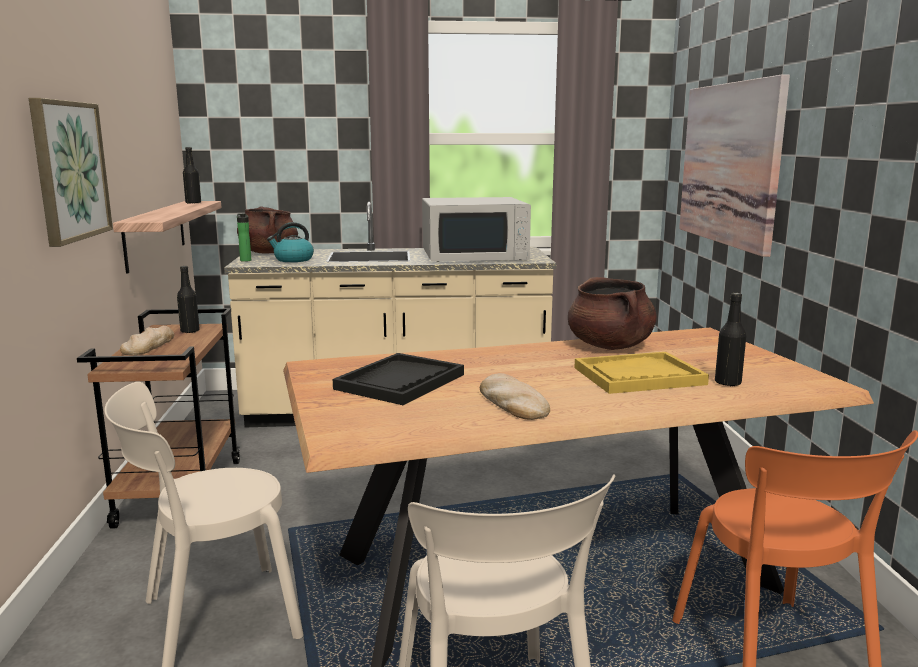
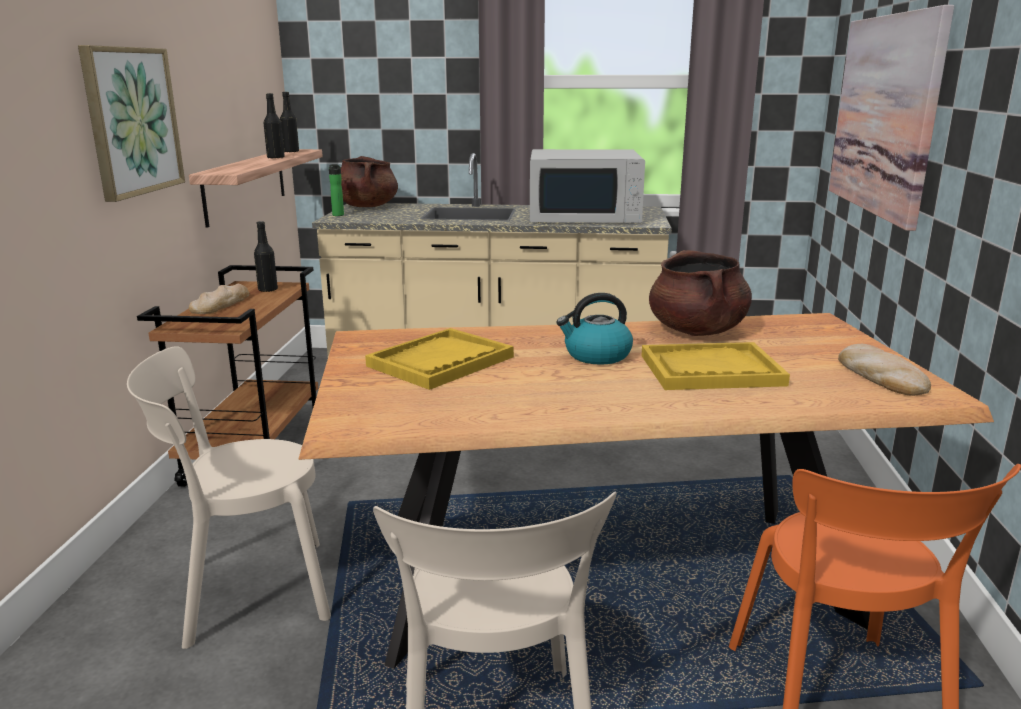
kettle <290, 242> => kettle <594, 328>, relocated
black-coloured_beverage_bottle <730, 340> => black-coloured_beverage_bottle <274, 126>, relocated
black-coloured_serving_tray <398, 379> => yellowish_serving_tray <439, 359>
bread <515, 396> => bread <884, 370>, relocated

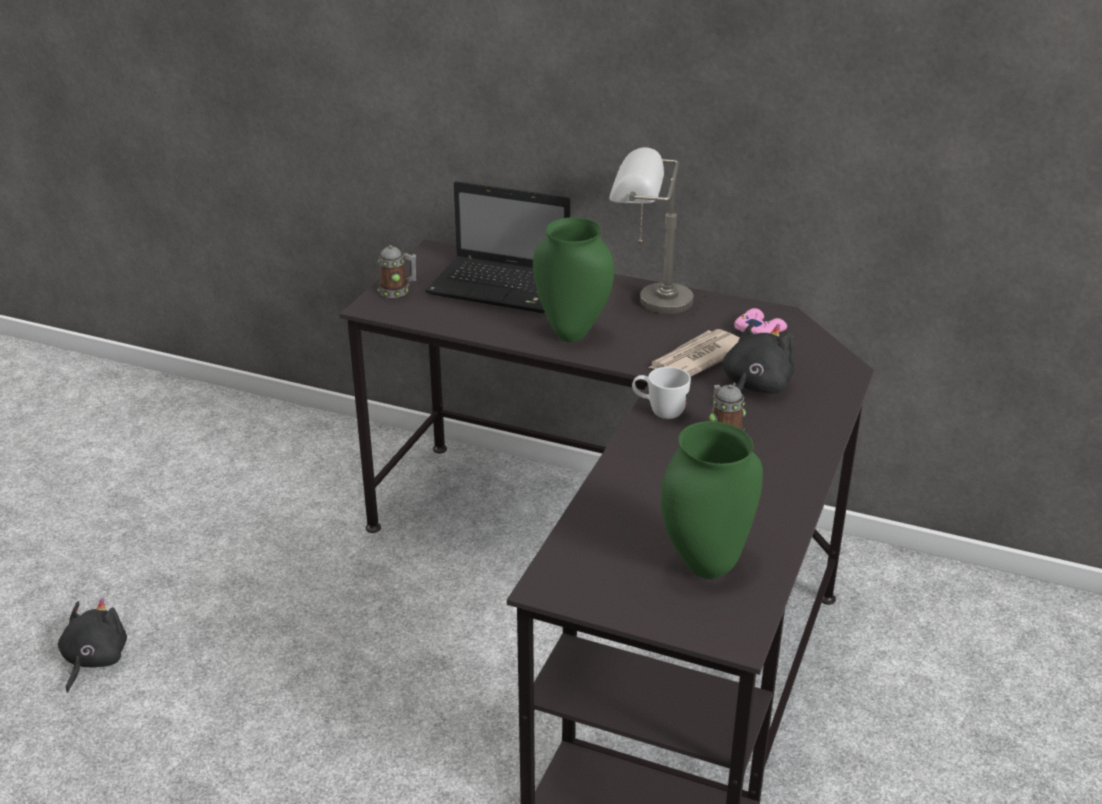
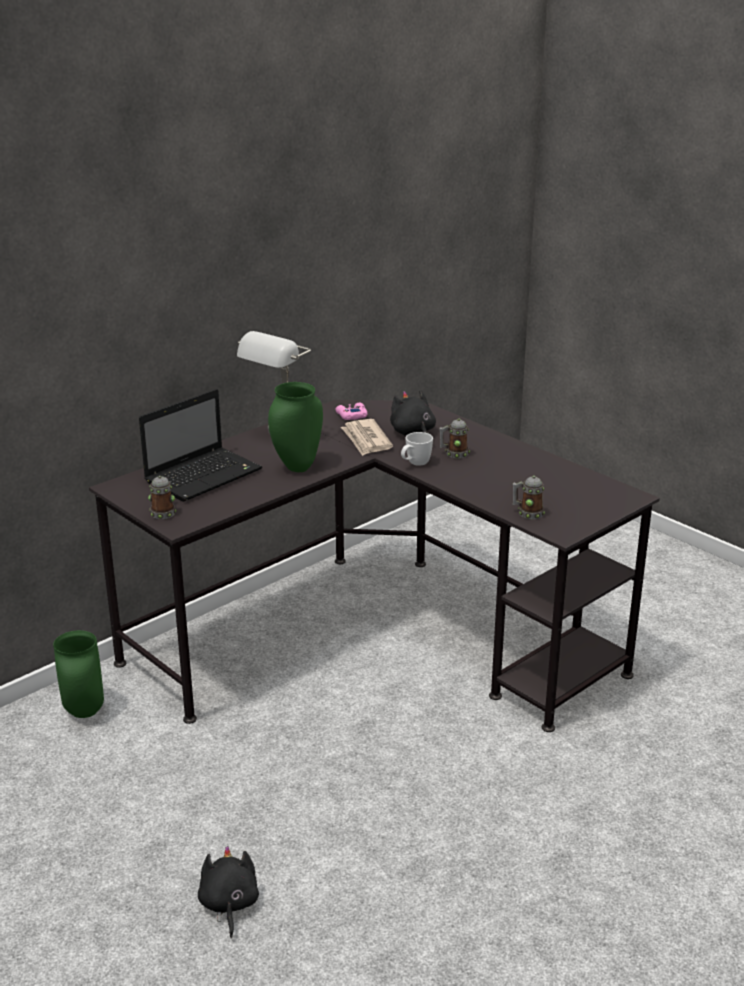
green_flower_vase <712, 500> => green_flower_vase <78, 674>, relocated
black-coloured_soft_toy <92, 645> => black-coloured_soft_toy <228, 892>, 45 degrees clockwise
nothing => coffee_mug <528, 497>

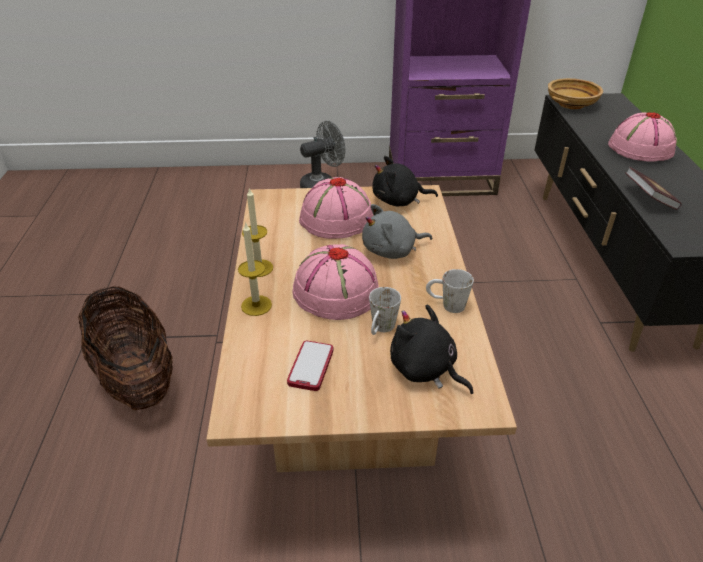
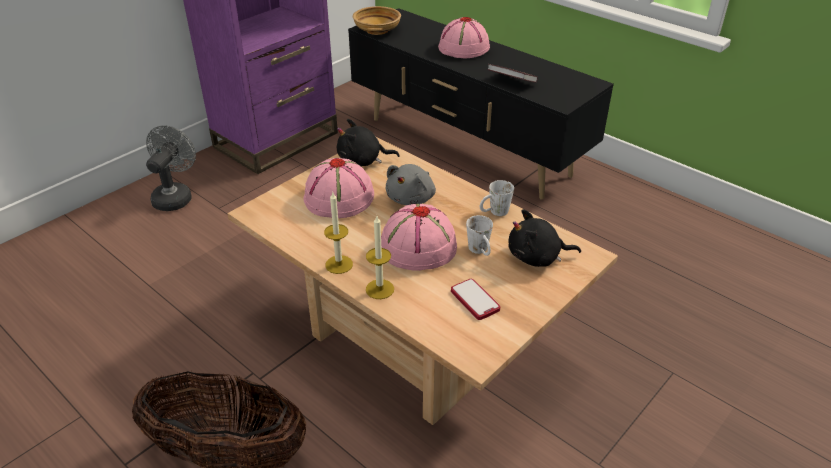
black-coloured_soft_toy <405, 181> => black-coloured_soft_toy <368, 142>, 45 degrees clockwise

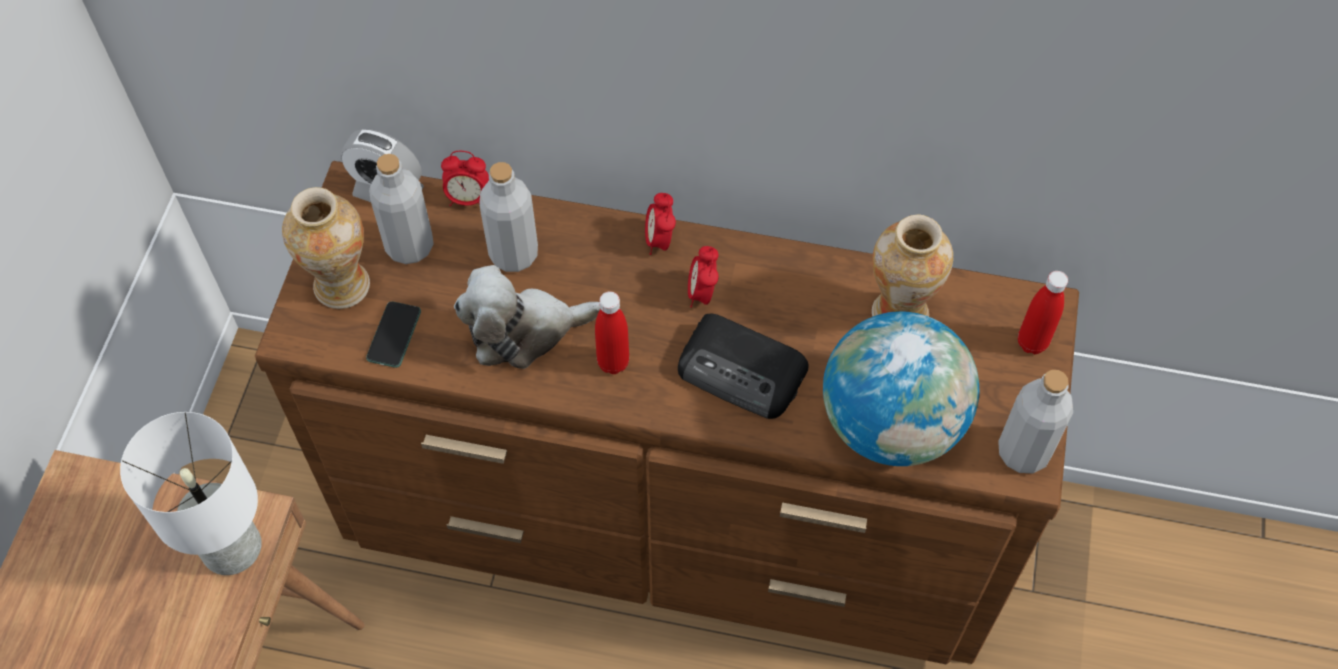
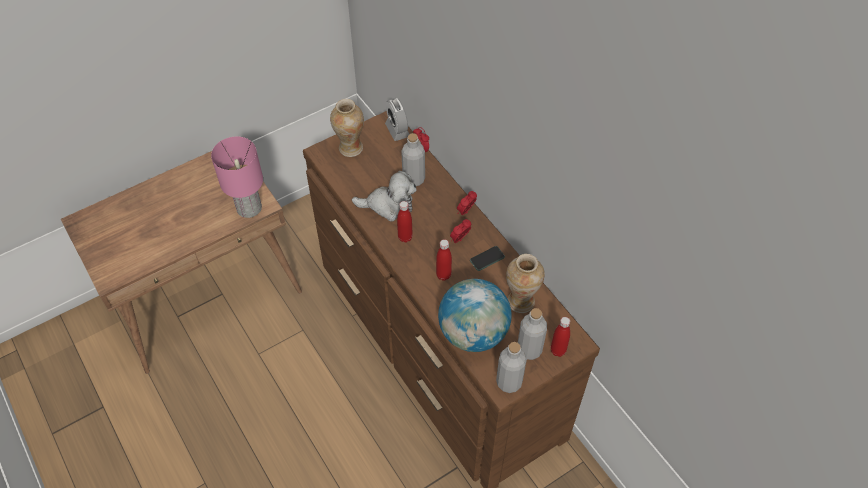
gray_beverage_bottle <401, 209> => gray_beverage_bottle <532, 334>, relocated
soft_toy <527, 317> => soft_toy <384, 196>, 150 degrees clockwise
telephone <393, 334> => telephone <487, 258>, relocated
radio <743, 366> => red-coloured_beverage_bottle <444, 260>
white-coloured_lamp_for_a_table <191, 493> => pink_lamp_for_a_table <237, 177>

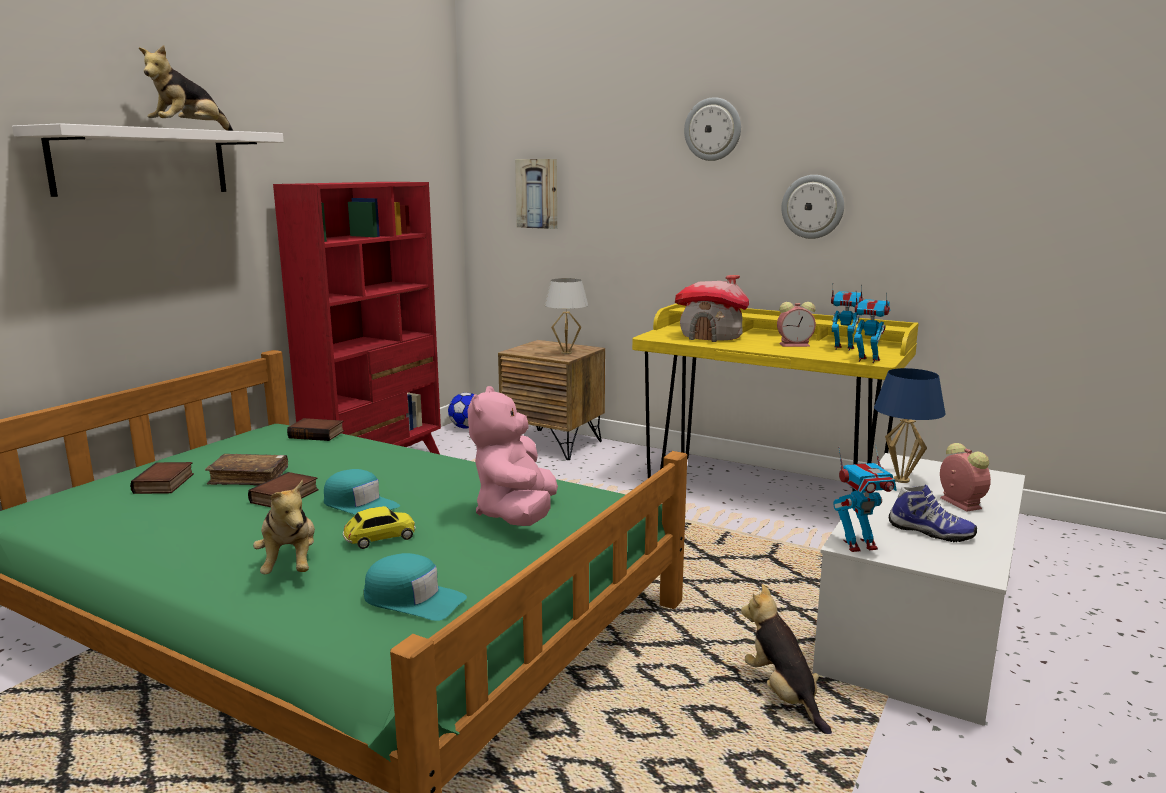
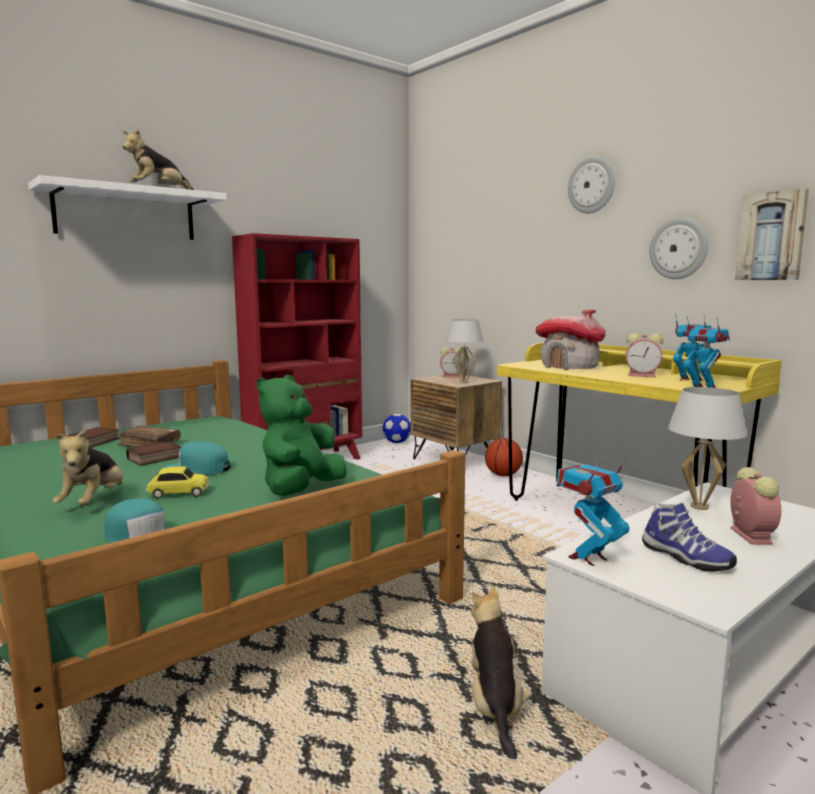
wall_art <536, 194> => wall_art <772, 234>, relocated
blue-coloured_lamp_for_a_table <909, 425> => white-coloured_lamp_for_a_table <707, 448>
pink_soft_toy <512, 456> => green_soft_toy <302, 435>
book <315, 429> => nothing
robot_figure <865, 498> => robot_figure <593, 510>, 135 degrees clockwise
turquoise-coloured_baseball_cap <362, 492> => turquoise-coloured_baseball_cap <197, 458>, 135 degrees clockwise
nothing => bedside_clock <452, 362>
nothing => basketball <504, 457>

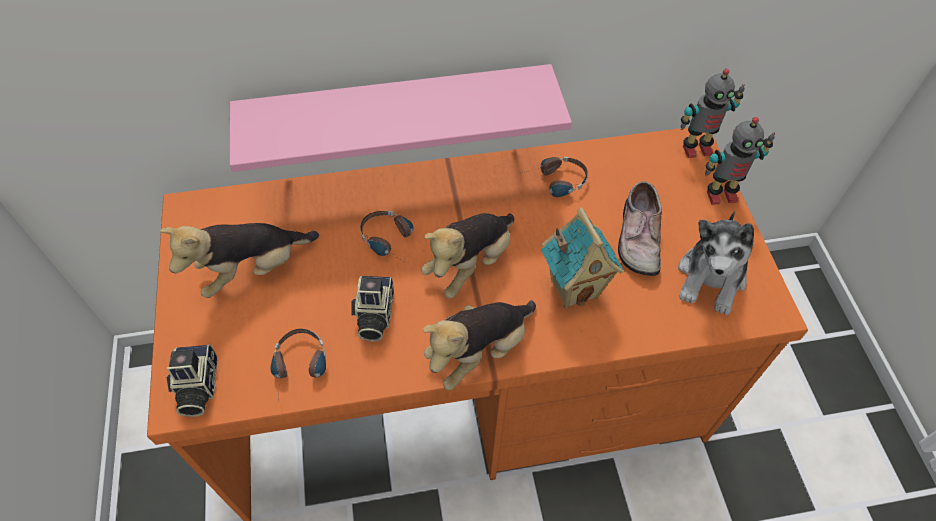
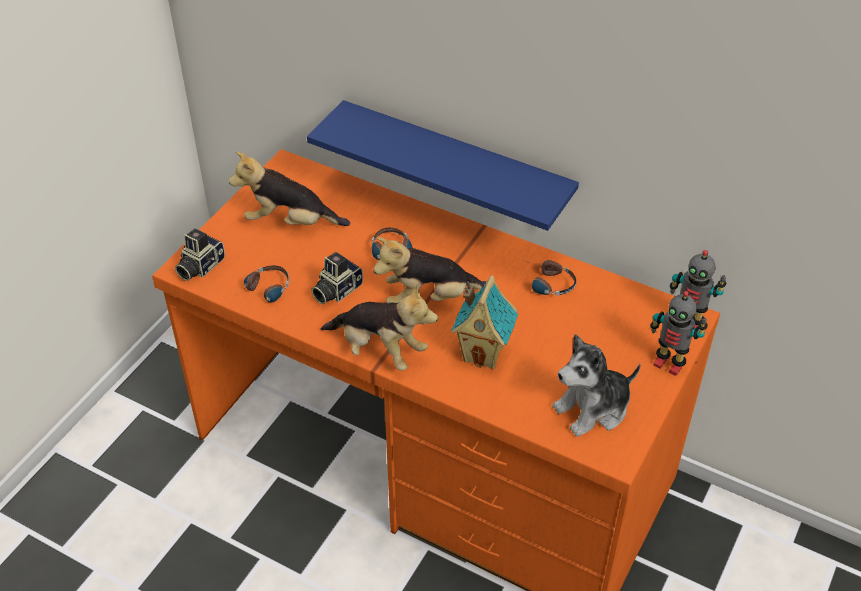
pink_bracket_shelf <401, 118> => blue-coloured_bracket_shelf <443, 165>
low_shoe <640, 228> => nothing
soft_toy <479, 345> => soft_toy <379, 326>, 150 degrees counterclockwise

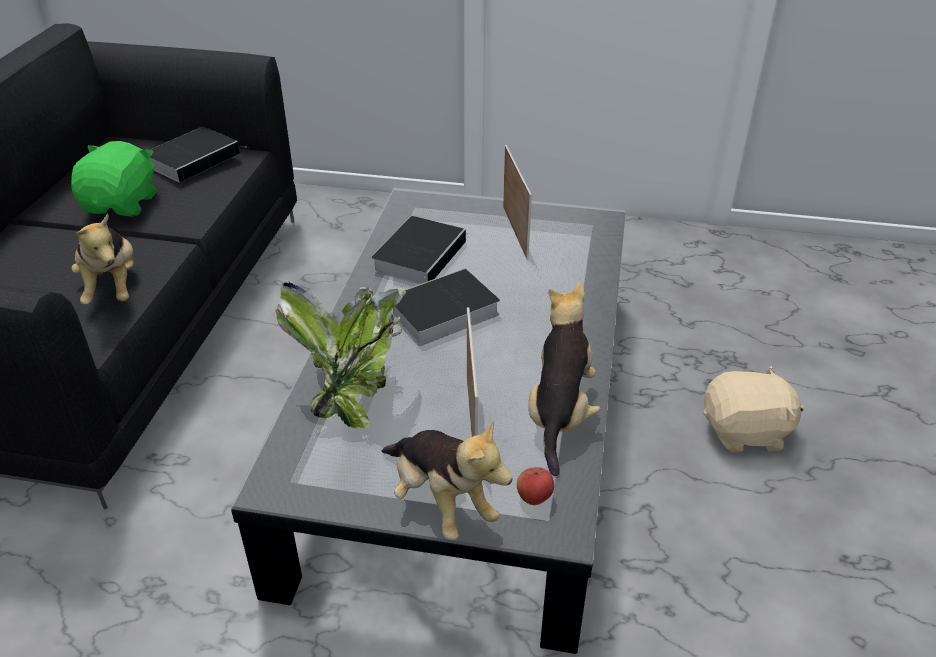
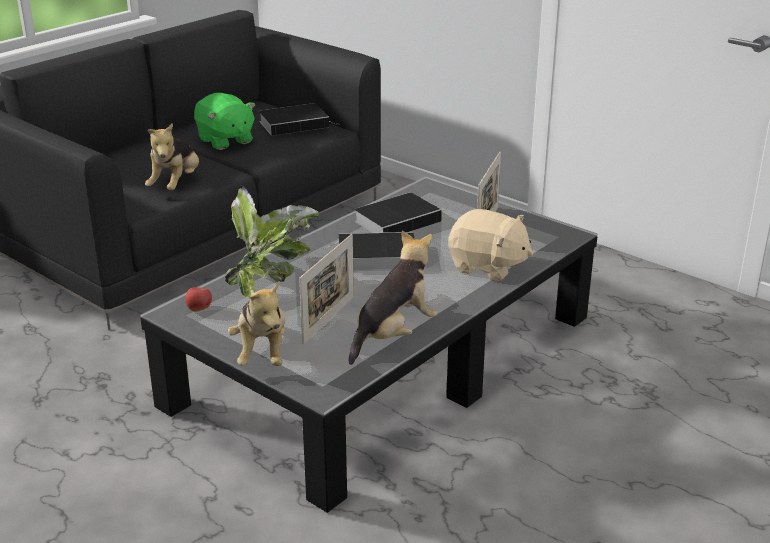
green_soft_toy <114, 179> => green_soft_toy <224, 121>, 105 degrees clockwise
beige-coloured_soft_toy <754, 409> => beige-coloured_soft_toy <490, 245>, relocated
apple_fruit <535, 486> => apple_fruit <198, 299>, relocated

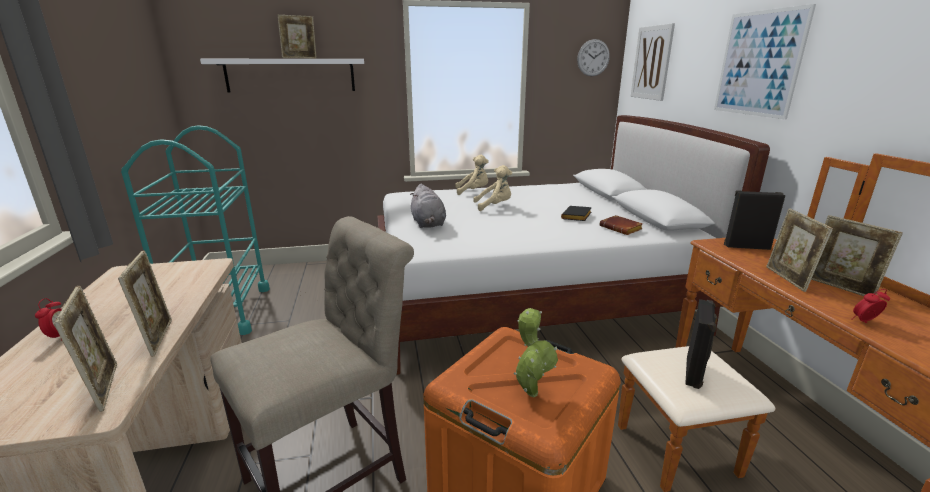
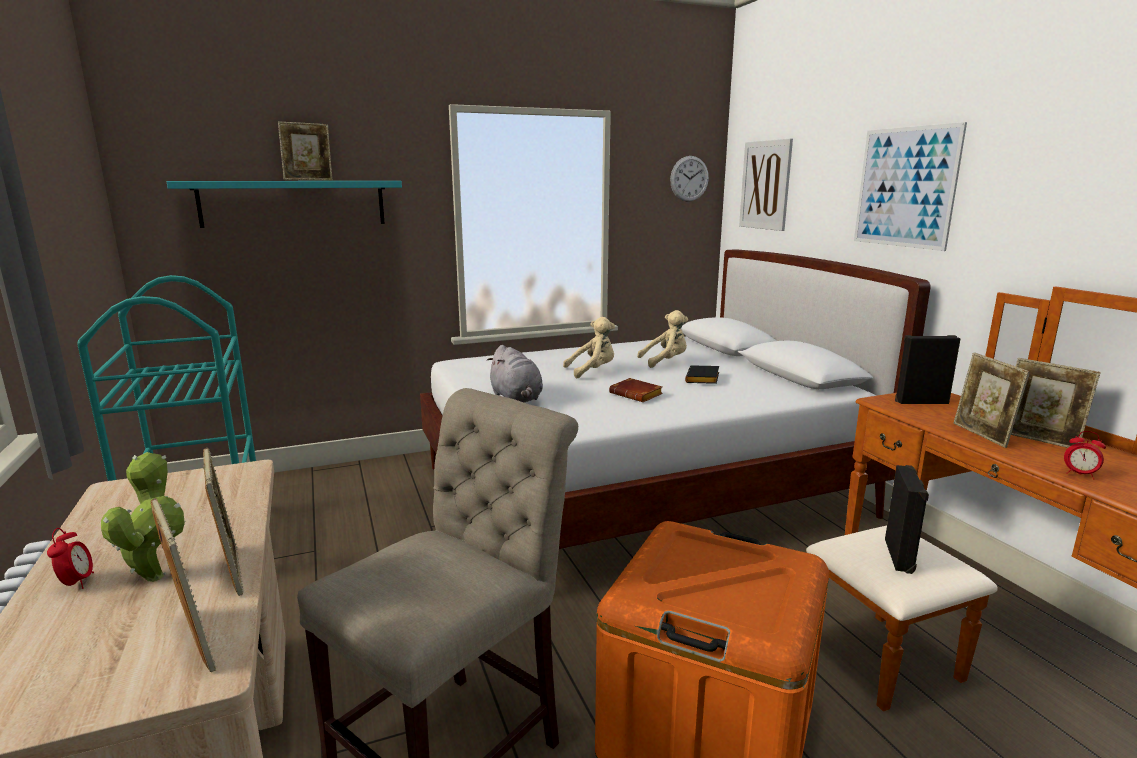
white-coloured_bracket_shelf <282, 75> => turquoise-coloured_bracket_shelf <284, 204>
beige-coloured_soft_toy <472, 175> => beige-coloured_soft_toy <662, 339>, relocated
brown_book <621, 225> => brown_book <636, 390>, relocated
bedside_clock <870, 306> => bedside_clock <1085, 455>, 120 degrees counterclockwise
potted_plant <535, 352> => potted_plant <143, 517>, relocated

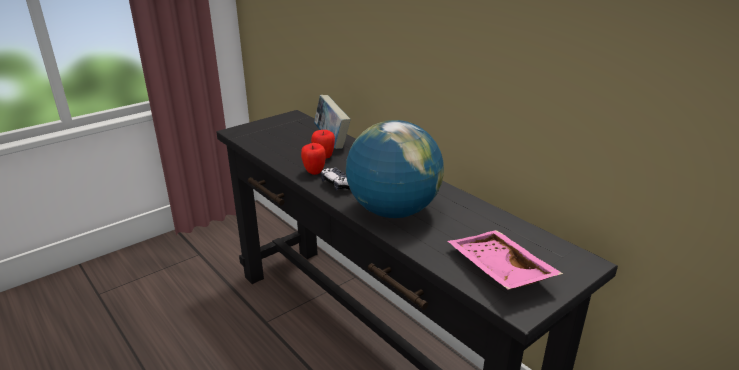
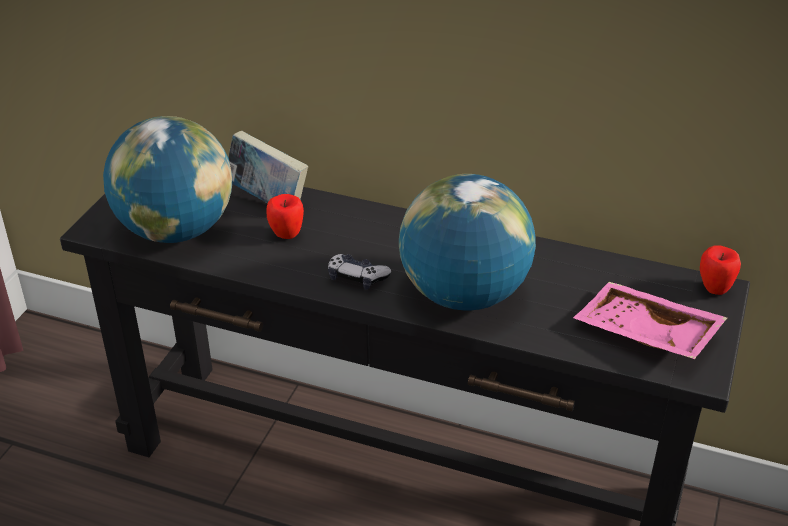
apple_fruit <313, 159> => apple_fruit <720, 270>, relocated
nothing => desk_globe <167, 179>

